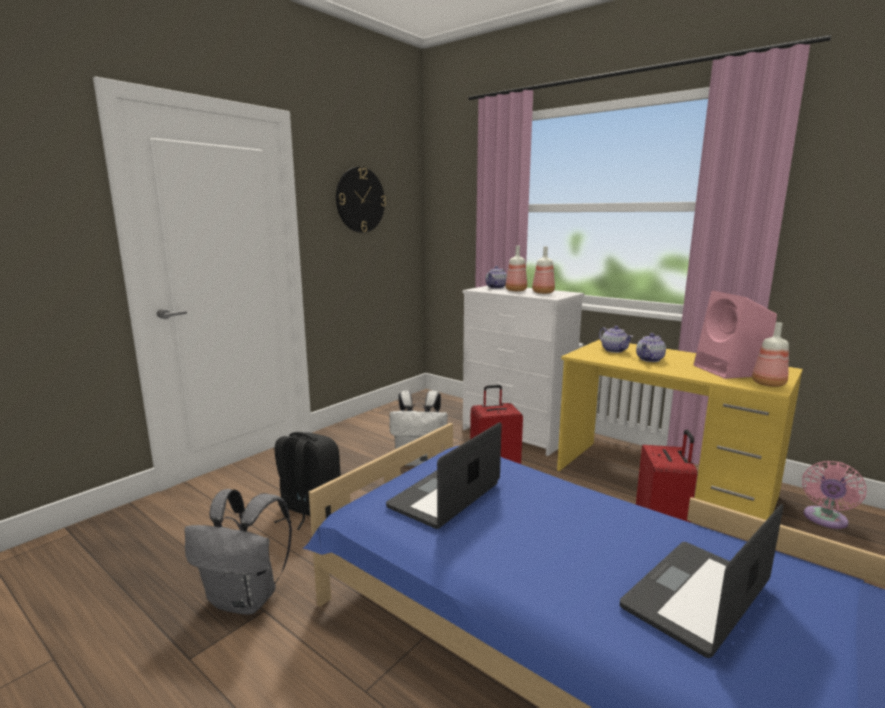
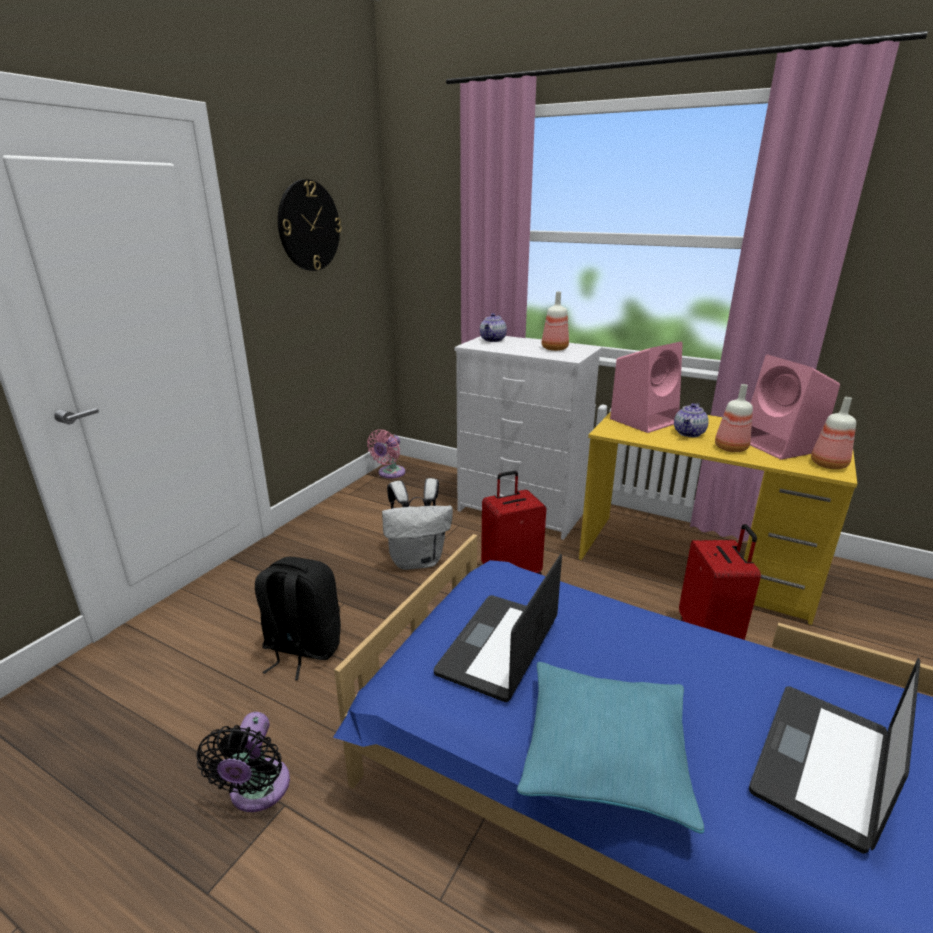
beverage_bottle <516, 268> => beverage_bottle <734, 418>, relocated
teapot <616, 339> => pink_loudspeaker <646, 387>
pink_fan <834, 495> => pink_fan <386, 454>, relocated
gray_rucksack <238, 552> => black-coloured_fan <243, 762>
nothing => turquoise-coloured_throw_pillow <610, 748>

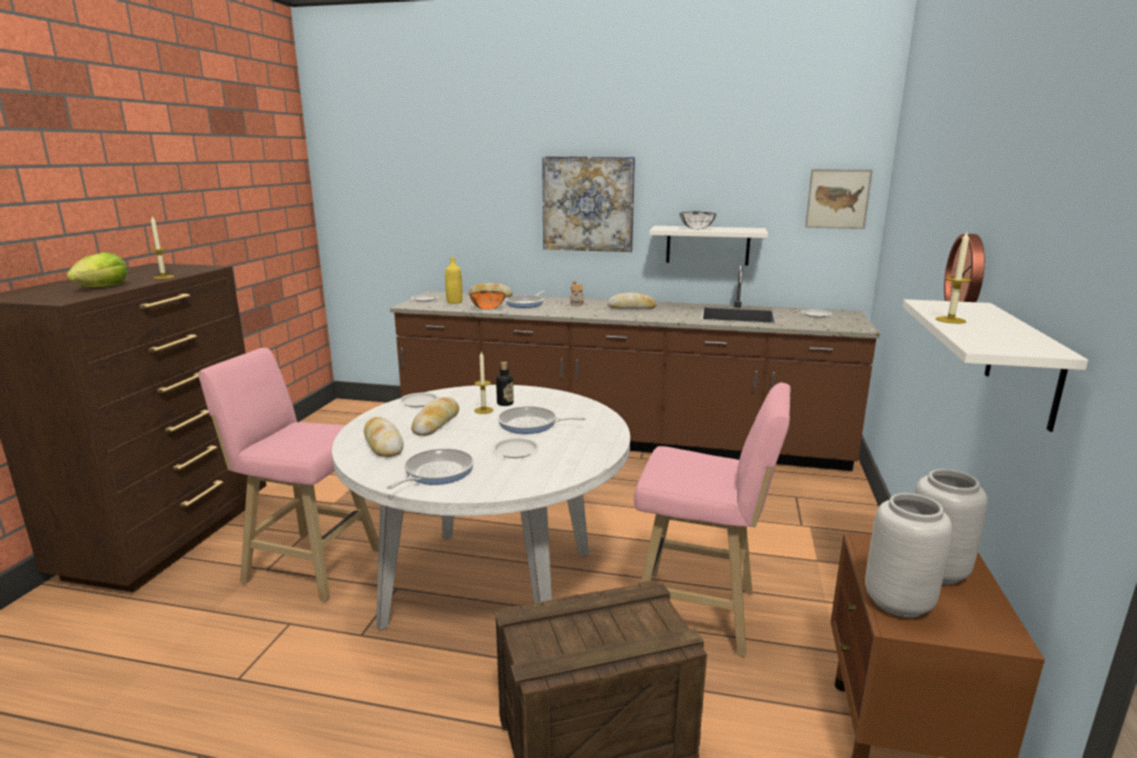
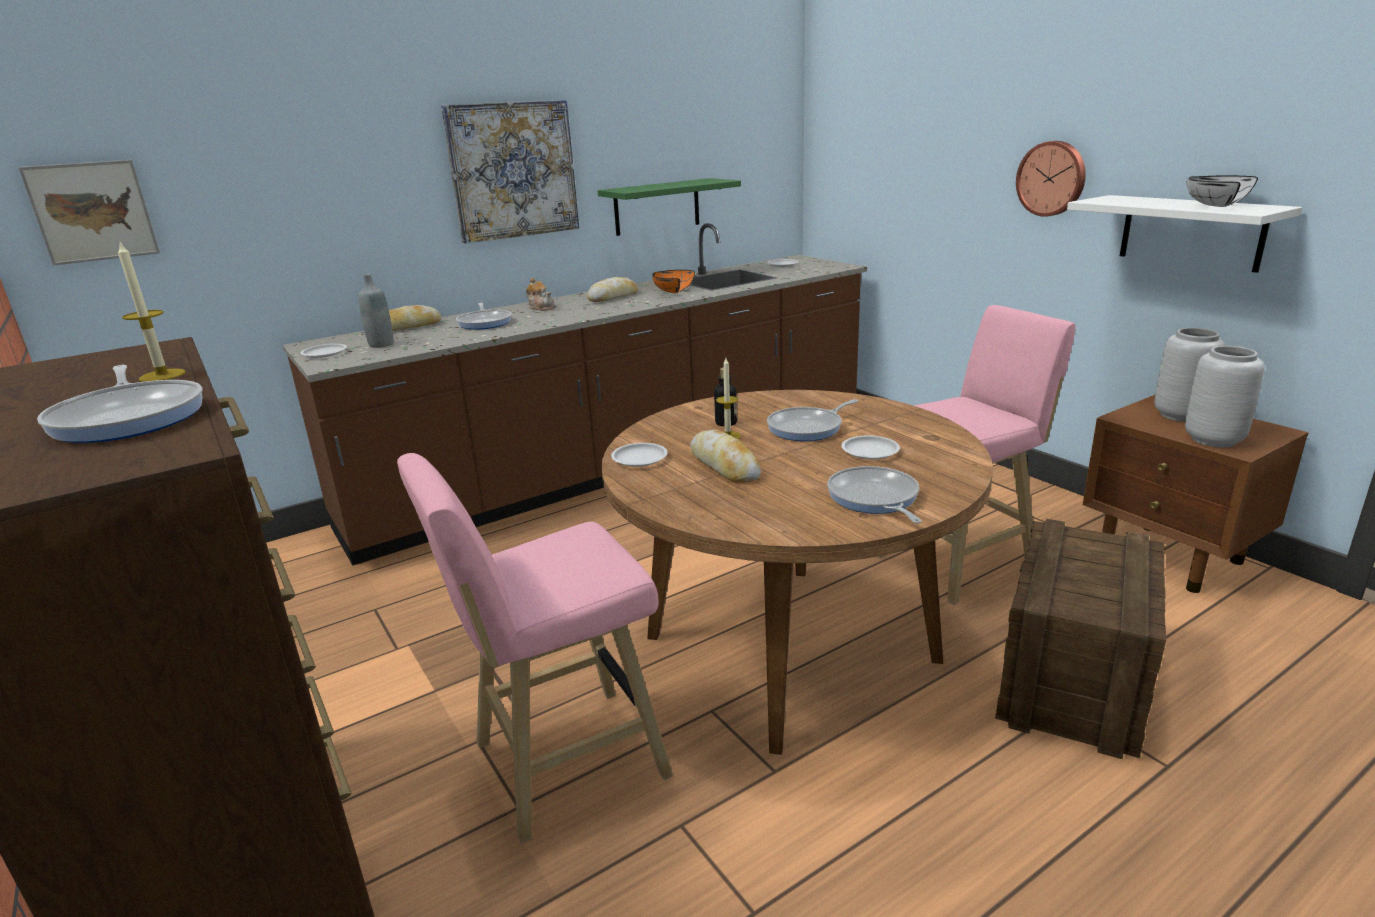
wall_art <839, 199> => wall_art <89, 213>, relocated
white-coloured_deep_dish <698, 220> => white-coloured_deep_dish <1222, 191>, relocated
white-coloured_bracket_shelf <708, 245> => green_bracket_shelf <669, 207>
wax_candle <954, 278> => nothing
head_of_lettuce <97, 269> => frying_pan <120, 404>
yellowish_beverage_bottle <454, 280> => gray_beverage_bottle <376, 311>
orange_deep_dish <487, 300> => orange_deep_dish <673, 281>, relocated
white-coloured_kitchen_table <481, 508> => brown_kitchen_table <797, 572>
bread <384, 437> => nothing

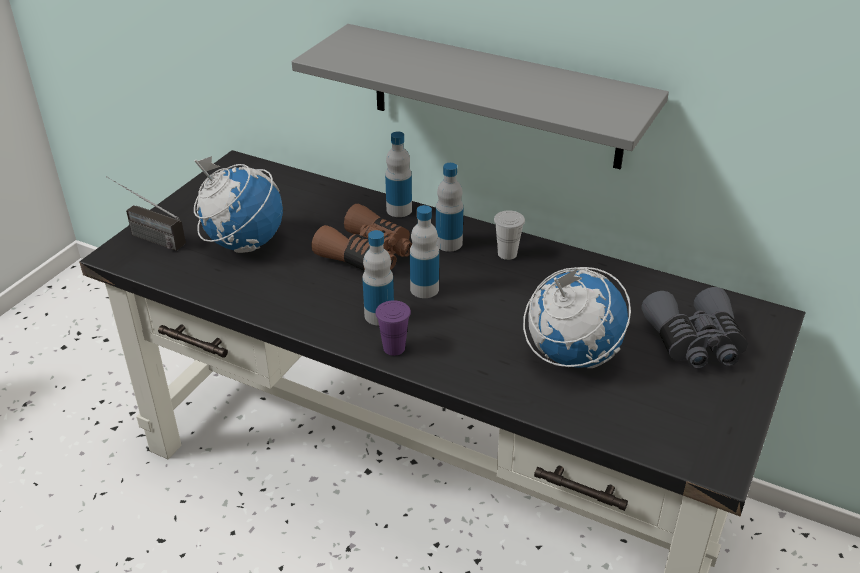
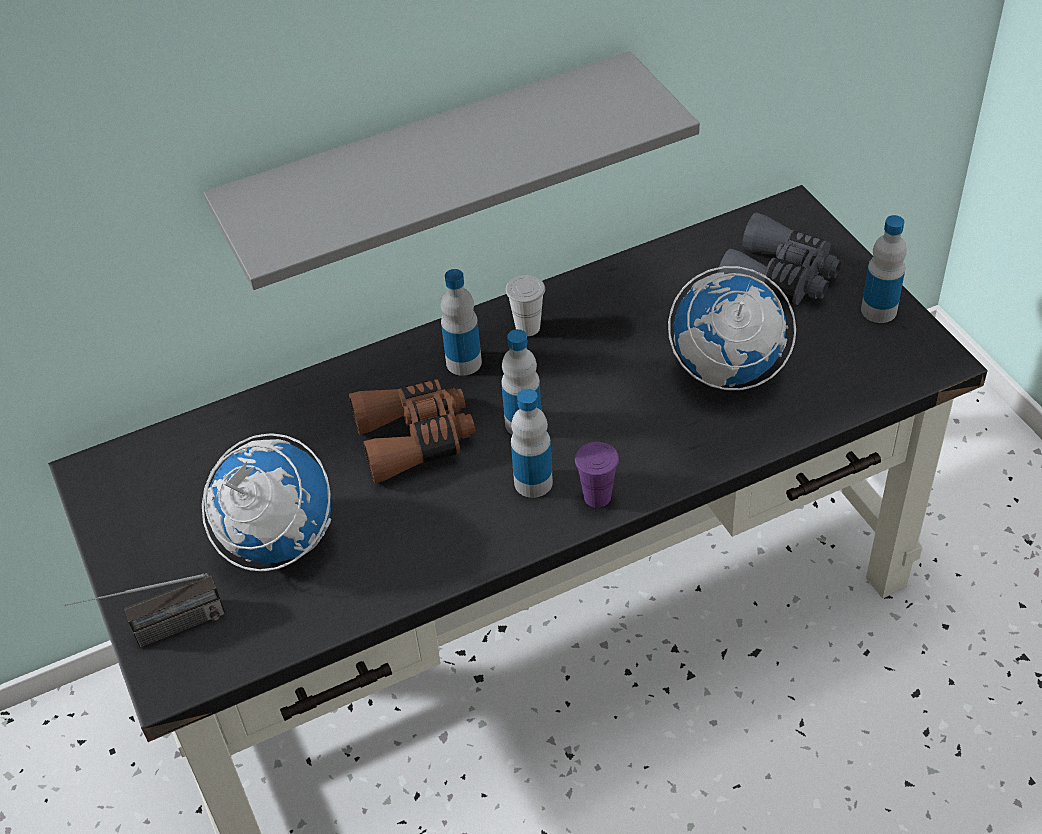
beverage_bottle <398, 174> => beverage_bottle <884, 269>, relocated

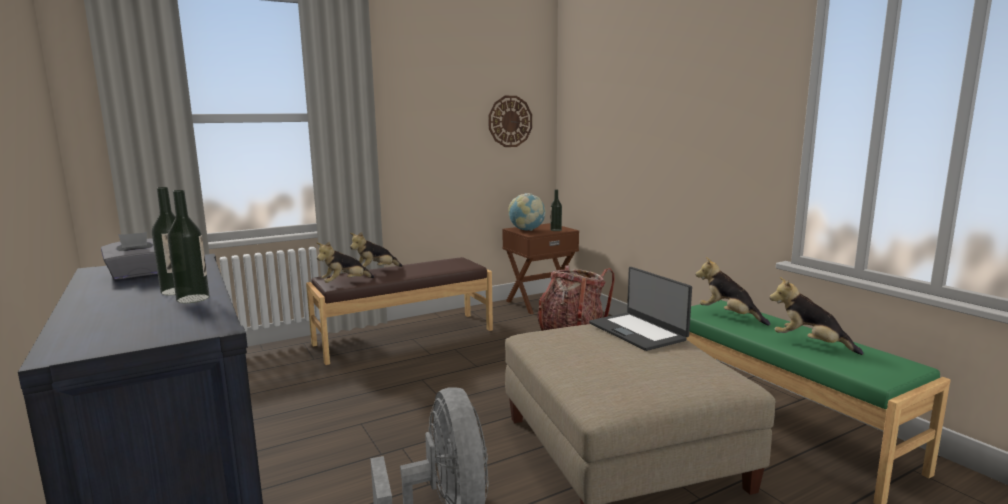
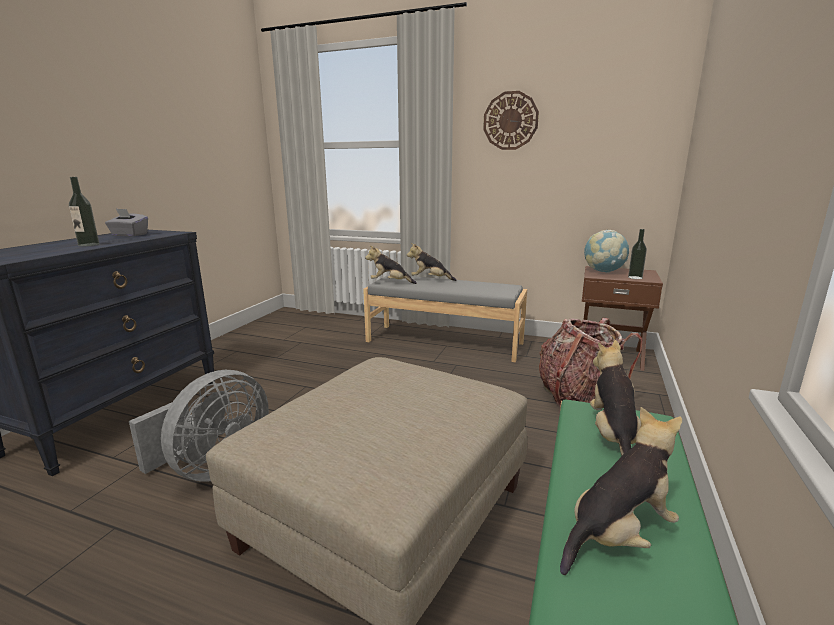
hanging_clock <510, 121> => hanging_clock <511, 120>, relocated
beverage_bottle <188, 246> => nothing
brown_bench <399, 311> => gray_bench <445, 318>
notebook_computer <640, 309> => nothing
soft_toy <816, 316> => soft_toy <621, 491>, 60 degrees clockwise

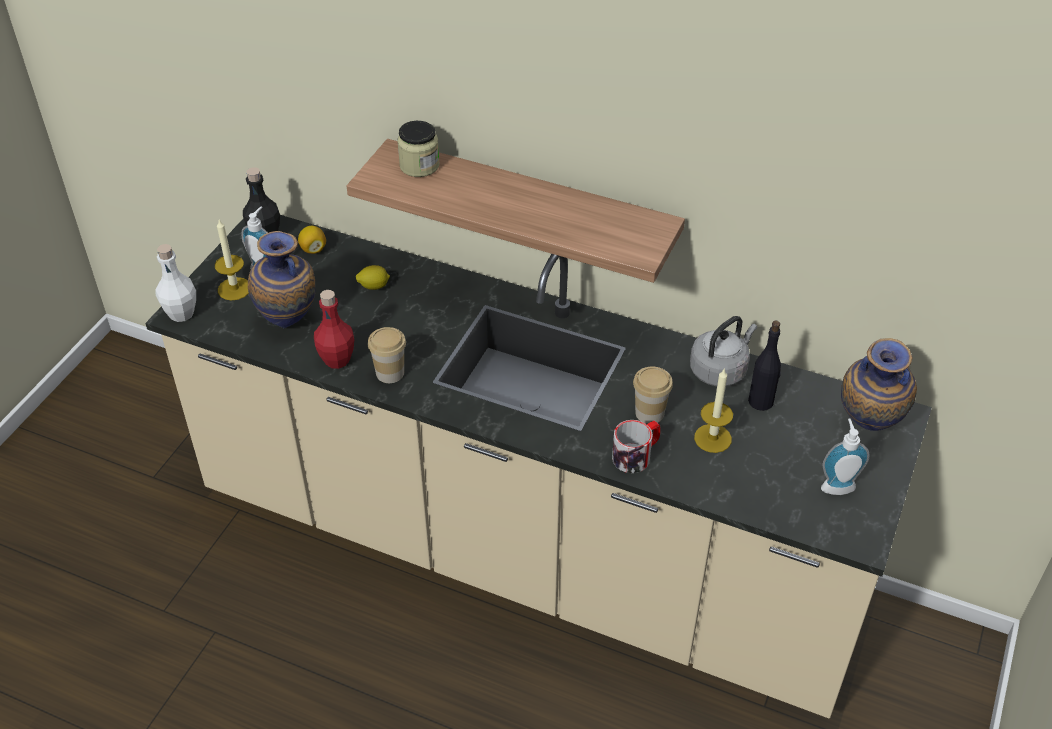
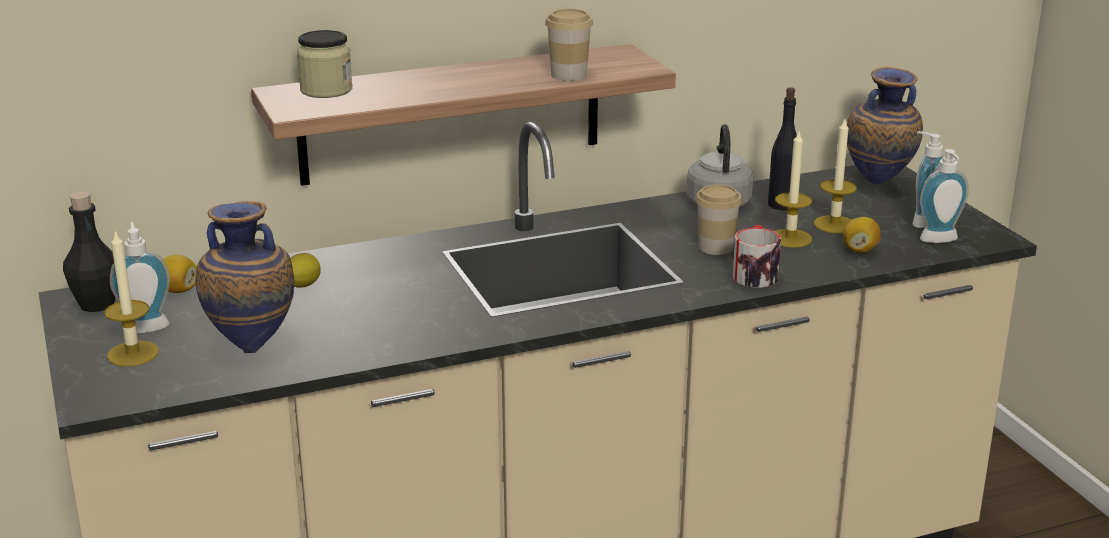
white-coloured_beverage_bottle <175, 283> => nothing
red-coloured_beverage_bottle <334, 329> => nothing
cup <387, 355> => cup <569, 45>, relocated
nothing => wax_candle <835, 176>
nothing => soap_dispenser <944, 196>
nothing => citrus_fruit <862, 235>

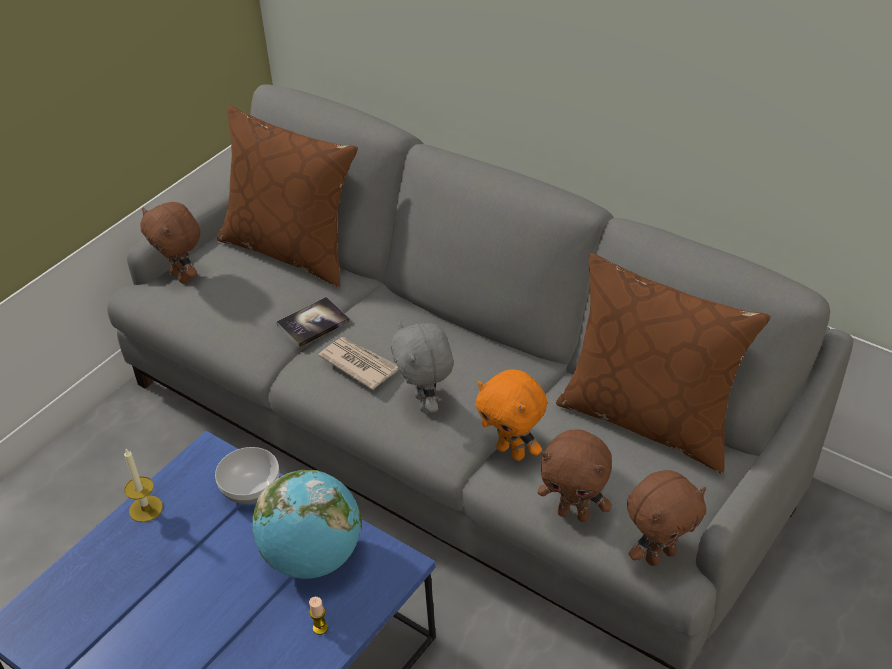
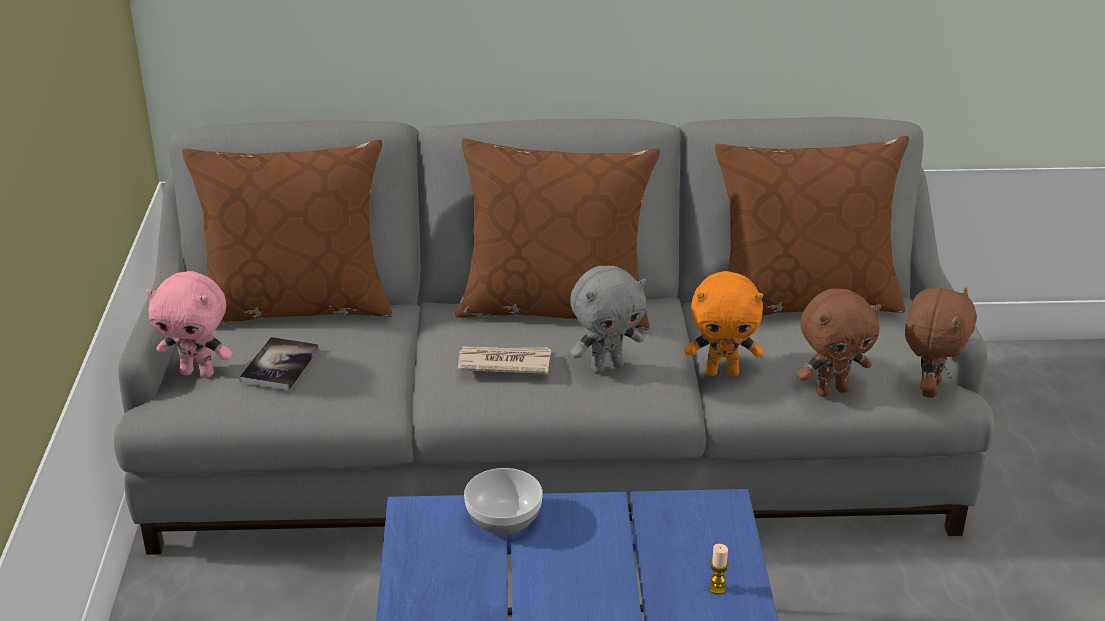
brown_soft_toy <170, 243> => pink_soft_toy <189, 324>
book <313, 322> => book <279, 363>, relocated
gray_soft_toy <422, 367> => gray_soft_toy <608, 319>, 60 degrees counterclockwise
wax_candle <143, 485> => nothing
desk_globe <307, 524> => nothing
nothing => brown_throw_pillow <557, 234>

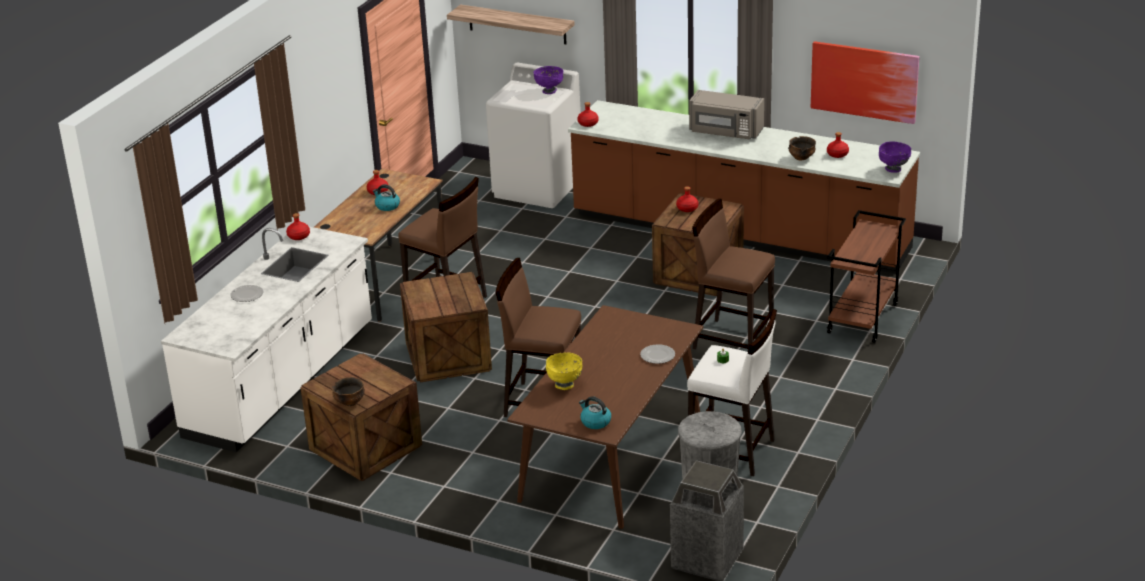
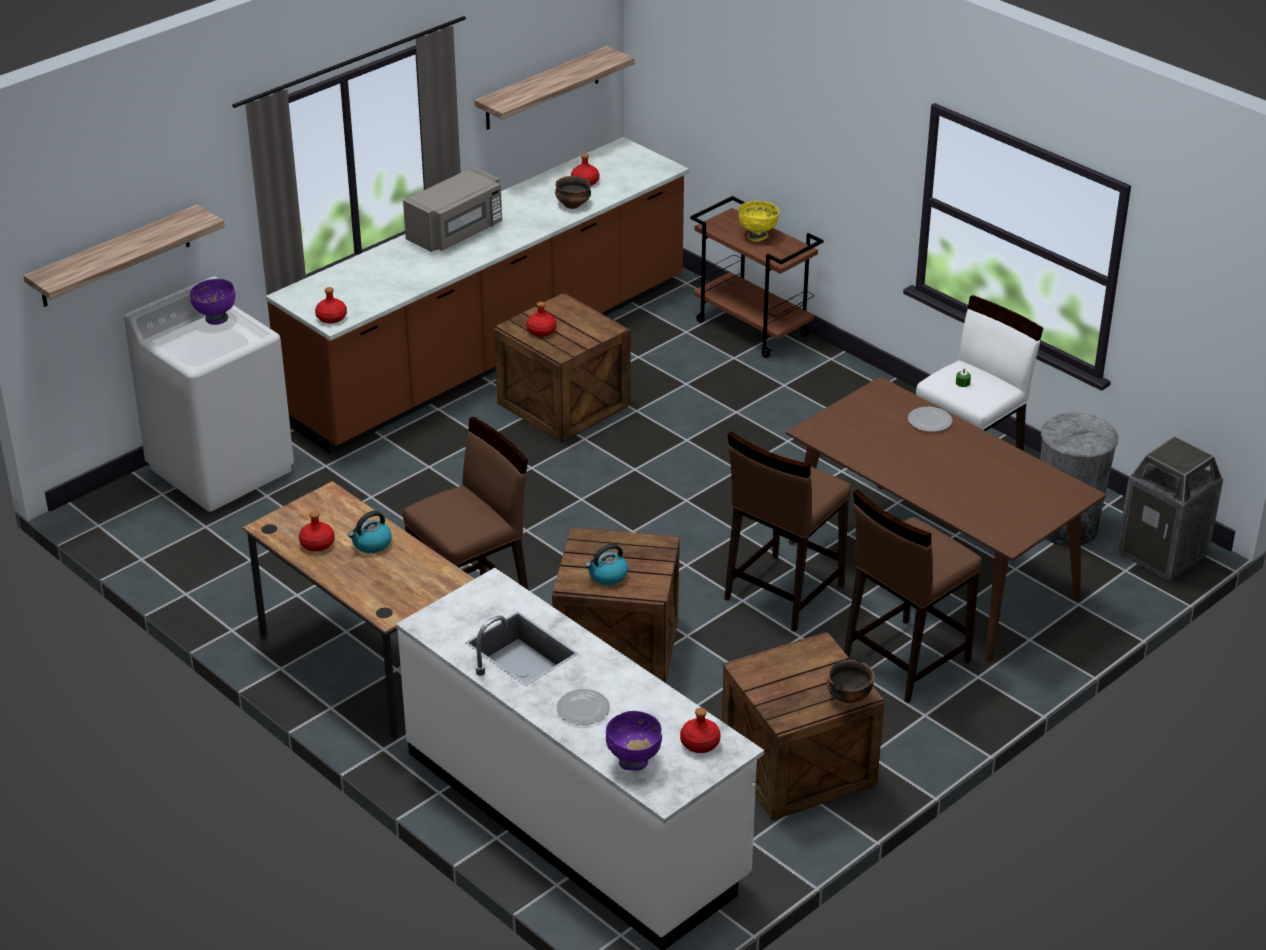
wall_art <865, 82> => bracket_shelf <555, 88>
purple_deep_dish <895, 157> => purple_deep_dish <634, 741>, relocated
brown_stool_seat <733, 274> => brown_stool_seat <913, 596>, relocated
red-coloured_beverage_bottle <298, 226> => red-coloured_beverage_bottle <700, 730>, relocated
yellowish_deep_dish <564, 371> => yellowish_deep_dish <758, 221>, relocated
kettle <595, 412> => kettle <606, 564>, relocated

